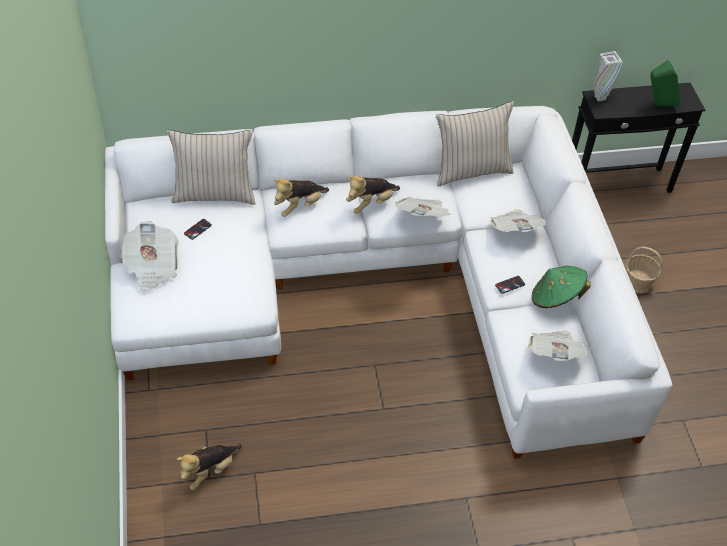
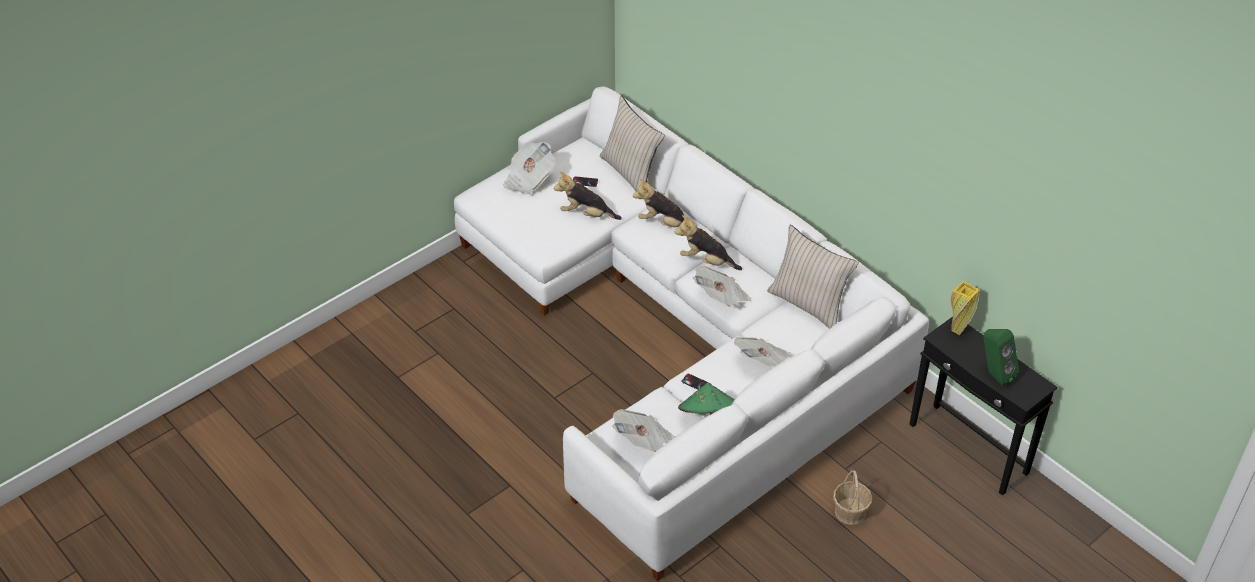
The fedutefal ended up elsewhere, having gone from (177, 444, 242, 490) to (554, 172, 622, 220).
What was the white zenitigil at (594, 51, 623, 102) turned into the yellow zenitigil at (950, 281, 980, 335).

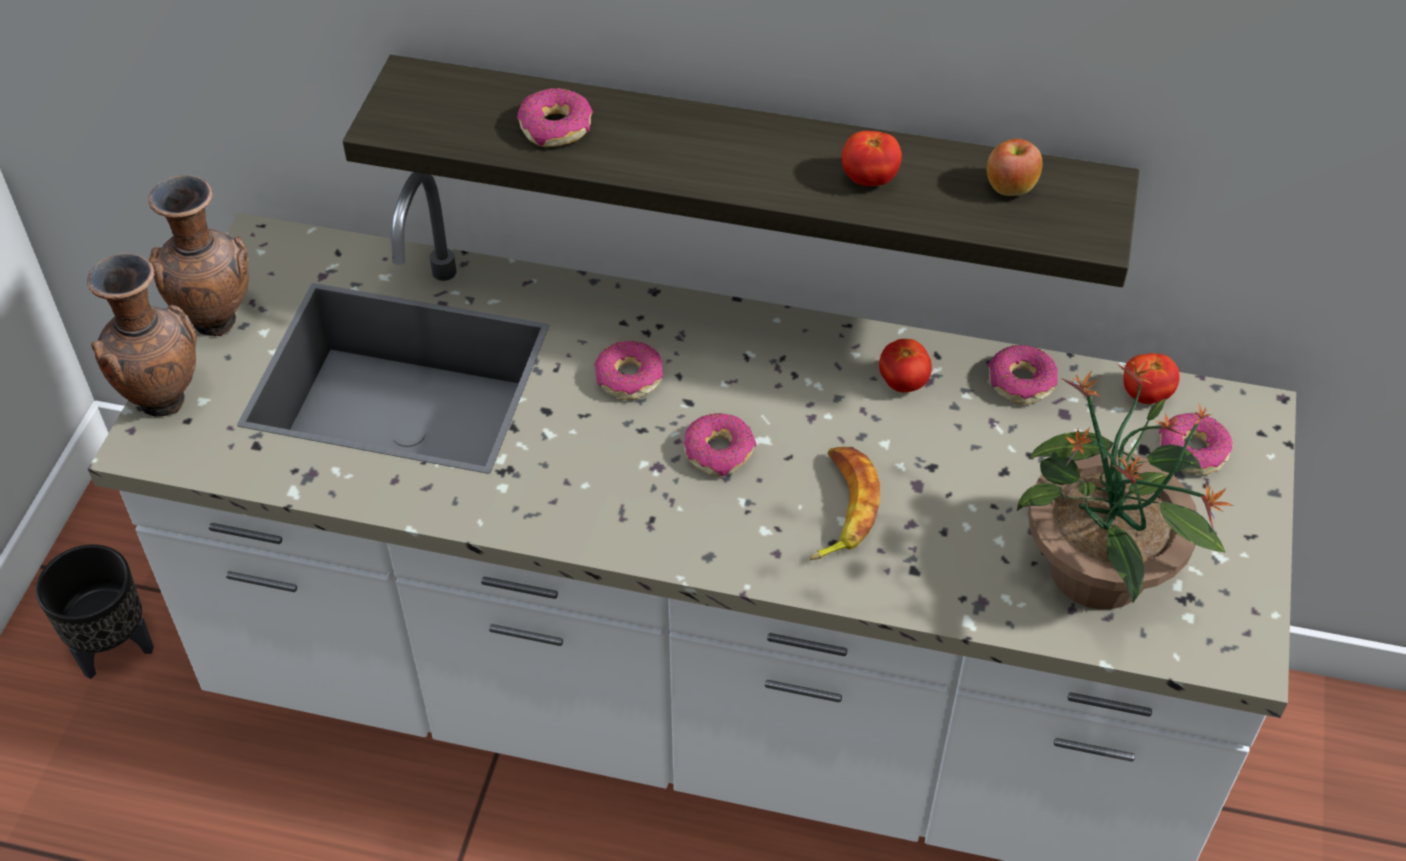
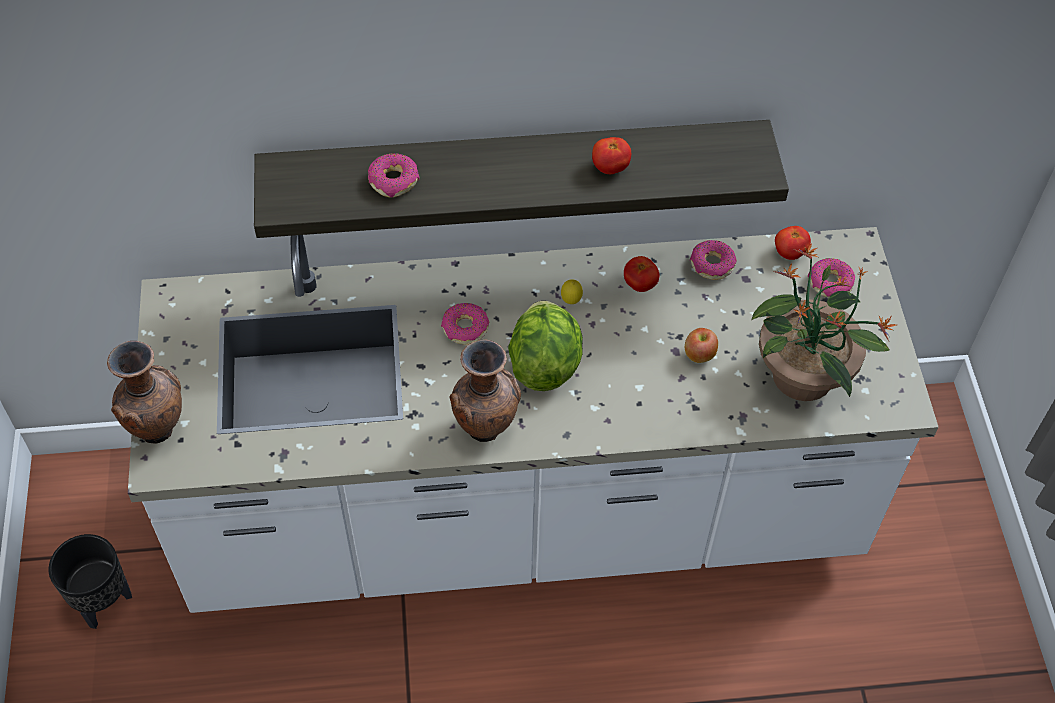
The brown zenitigil ended up elsewhere, having gone from (148, 175, 249, 336) to (450, 339, 521, 442).
Where the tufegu stood at (684, 413, 756, 476), the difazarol came to stand at (508, 301, 583, 391).
The second view lost the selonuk at (810, 447, 880, 560).
The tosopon ended up elsewhere, having gone from (987, 139, 1043, 196) to (685, 328, 718, 363).
The second view gained the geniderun at (561, 279, 583, 304).

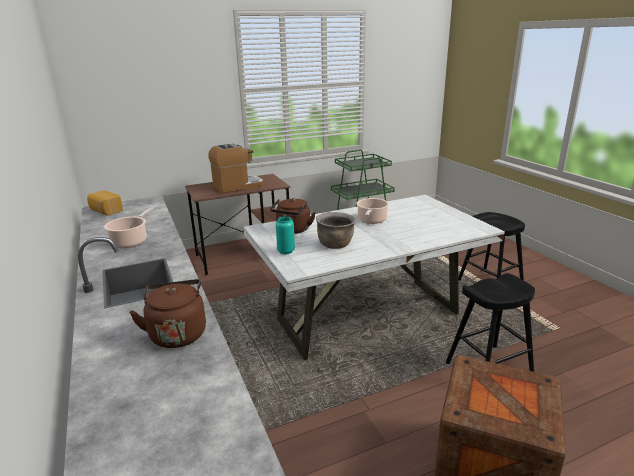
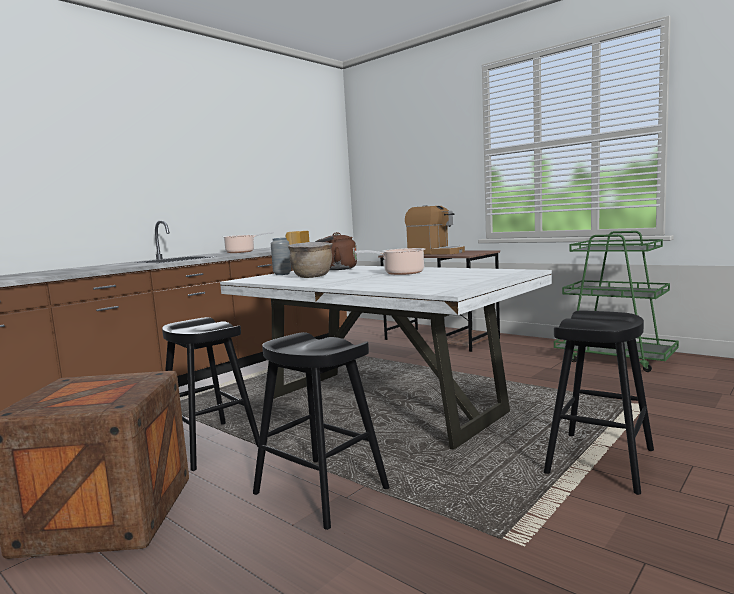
The second view lost the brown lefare at (129, 279, 206, 348).
What was the turquoise zenitigil at (276, 217, 295, 254) turned into the grey zenitigil at (271, 238, 291, 275).
The second view gained the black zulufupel at (162, 317, 260, 471).

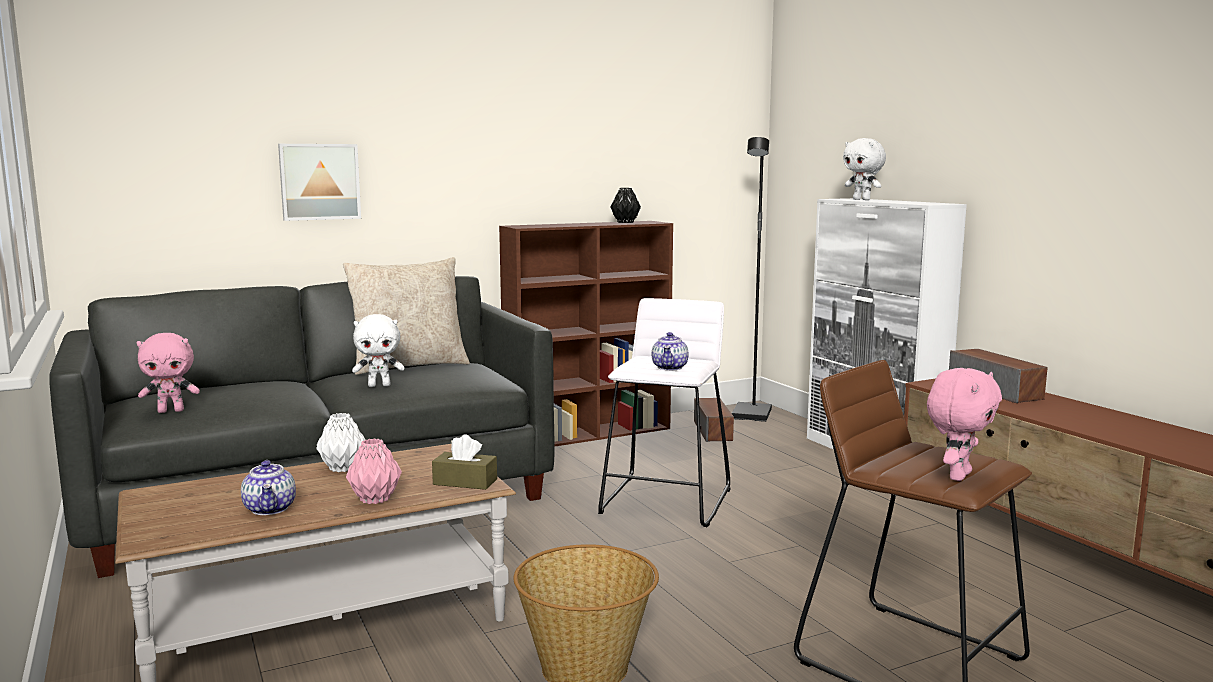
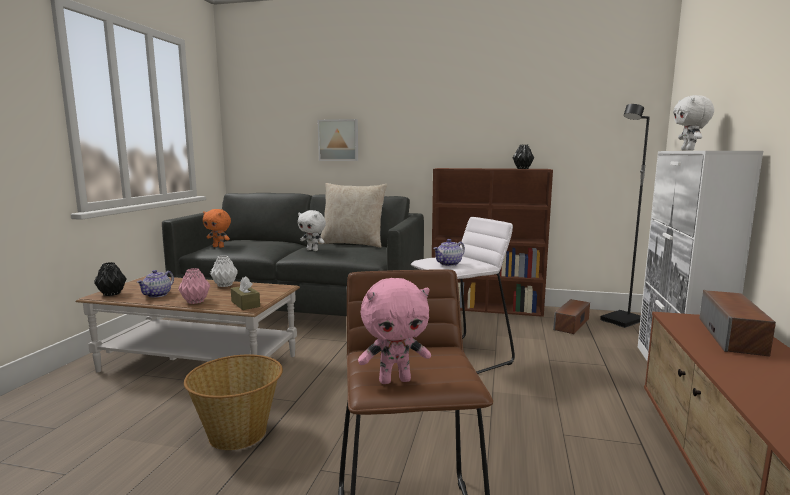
What was the pink fedutefal at (136, 333, 200, 413) turned into the orange fedutefal at (203, 209, 231, 248).
The second view gained the black zenitigil at (94, 262, 127, 296).

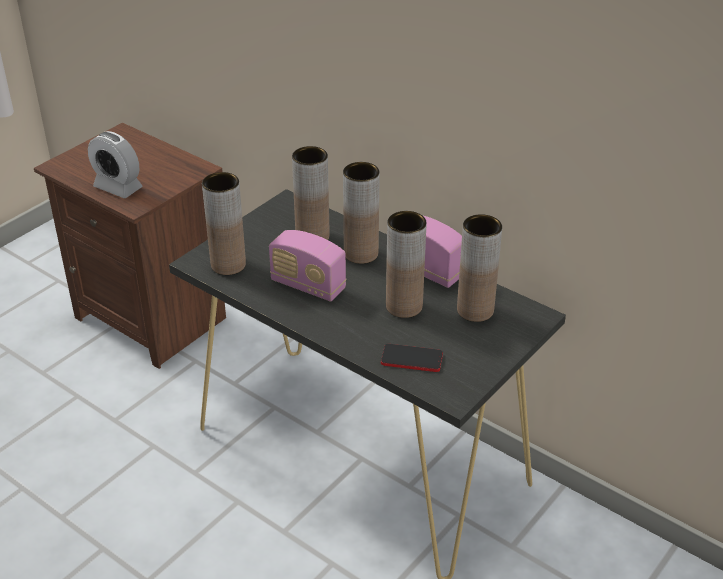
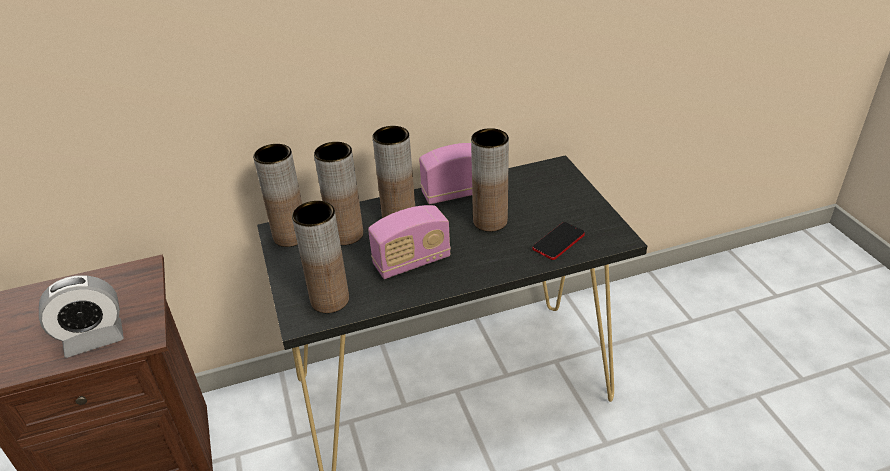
The brown zenitigil ended up elsewhere, having gone from (457, 214, 502, 322) to (253, 144, 302, 247).

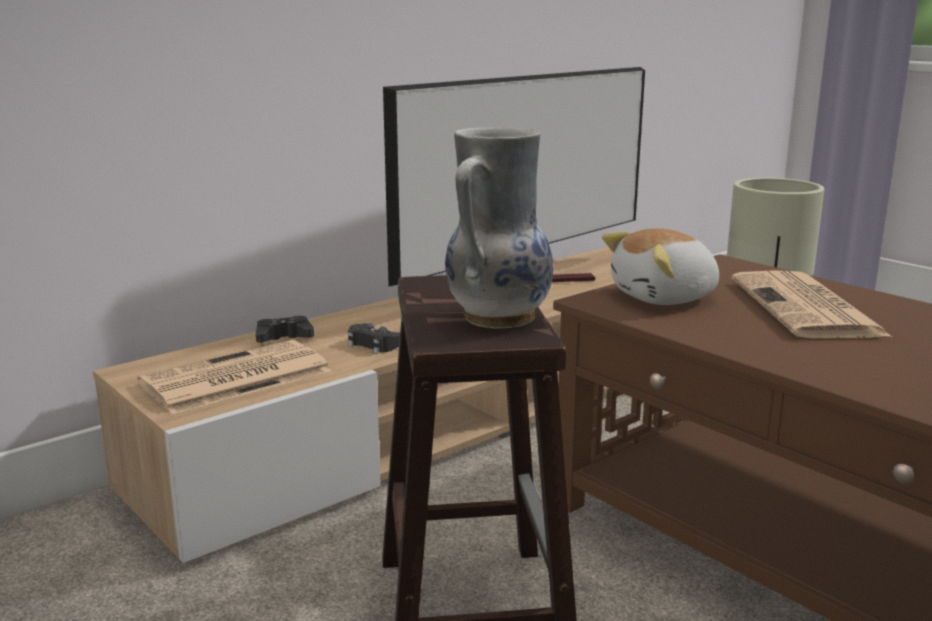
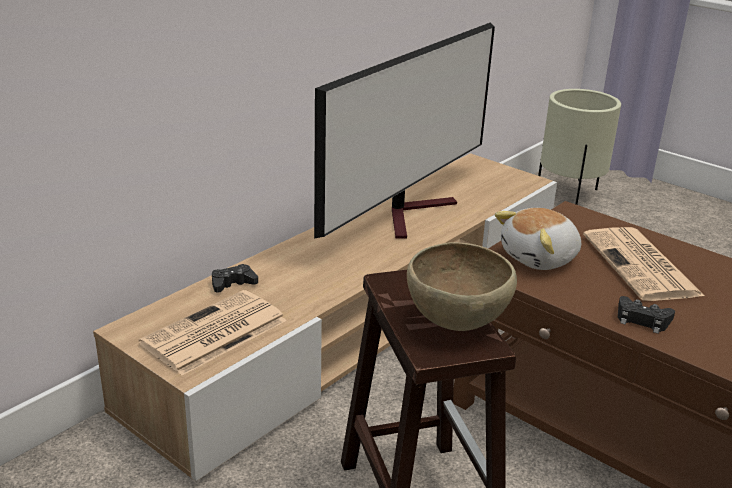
The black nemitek ended up elsewhere, having gone from (348, 323, 400, 354) to (618, 296, 675, 334).
Where the zenitigil stood at (445, 127, 553, 328), the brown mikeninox came to stand at (407, 242, 517, 331).

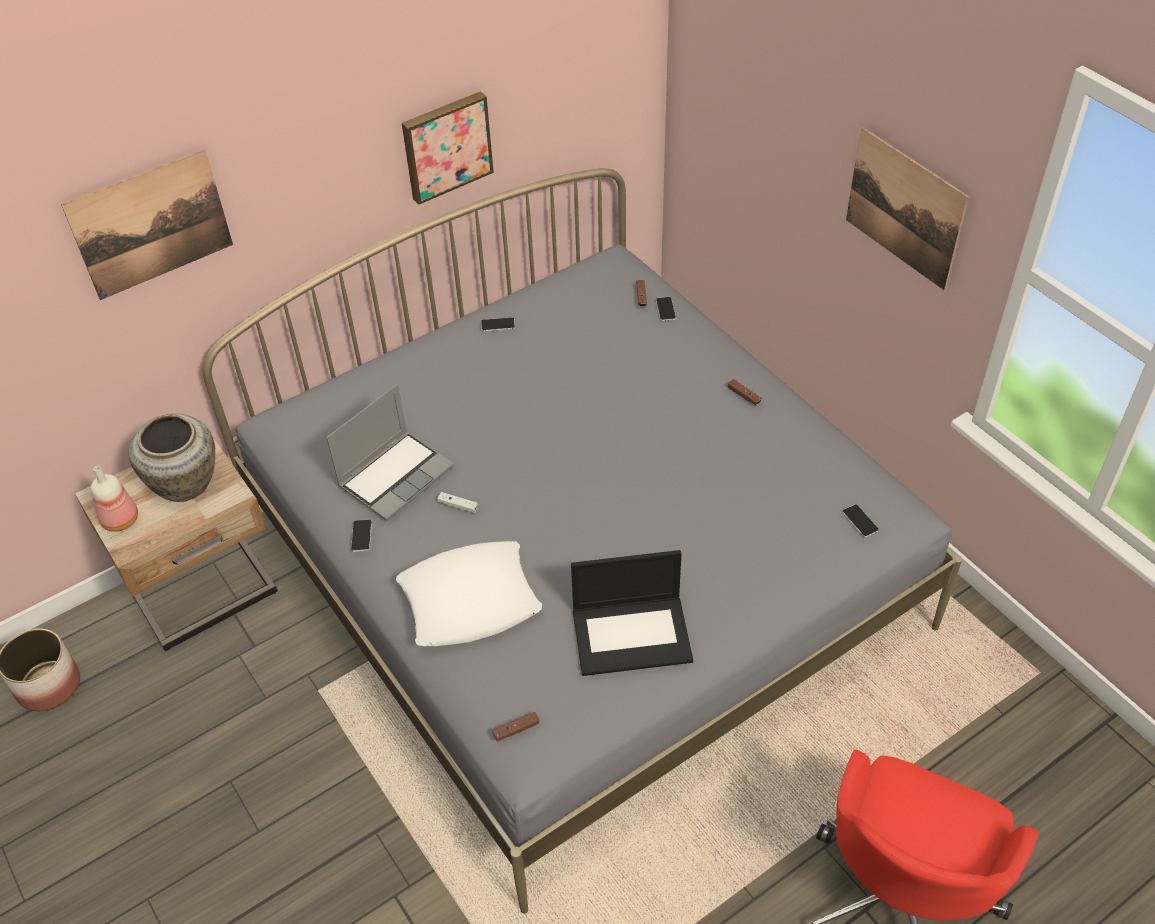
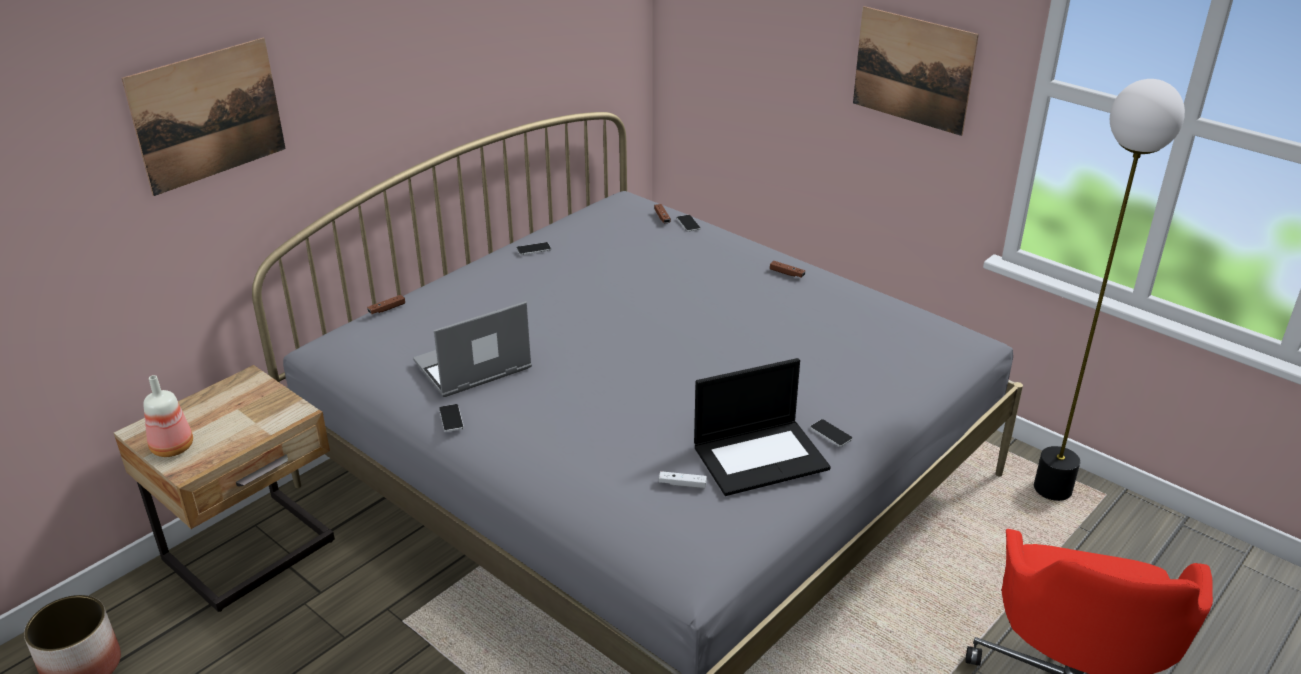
The second view lost the beige zenitigil at (129, 414, 215, 502).
The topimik at (326, 384, 454, 521) ended up facing another way, 150 degrees counterclockwise from before.
The second view lost the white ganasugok at (396, 541, 542, 646).
The second view lost the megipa at (402, 91, 494, 205).
The white nemitek ended up elsewhere, having gone from (437, 492, 478, 513) to (659, 471, 707, 489).
The brown nemitek ended up elsewhere, having gone from (493, 712, 539, 742) to (367, 295, 405, 314).
The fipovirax ended up elsewhere, having gone from (842, 504, 879, 537) to (810, 419, 852, 447).
The second view gained the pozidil at (1034, 79, 1185, 501).

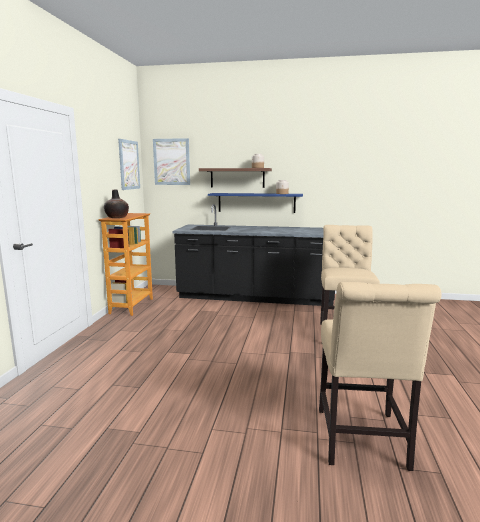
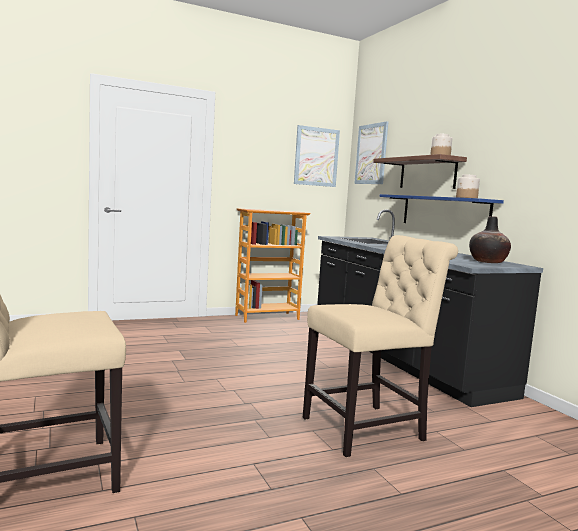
The zenitigil ended up elsewhere, having gone from (104, 190, 129, 218) to (469, 216, 511, 263).

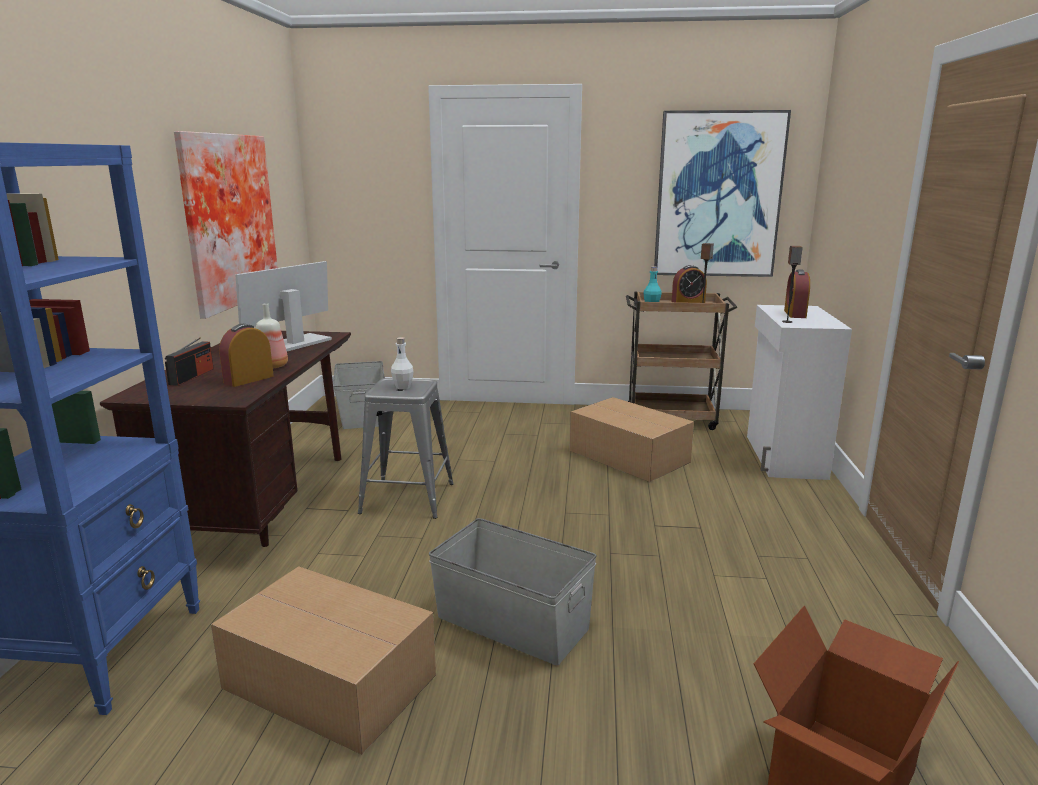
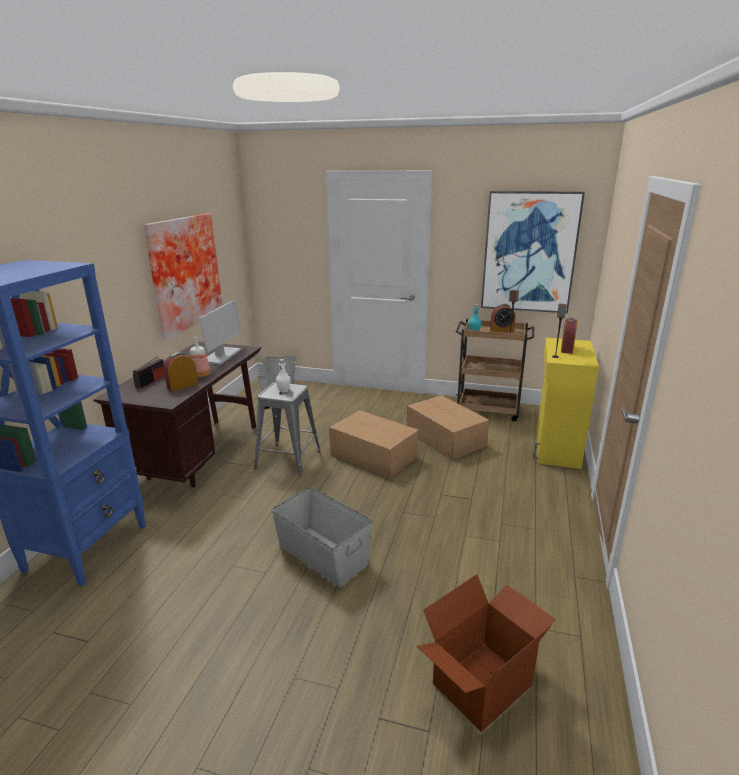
The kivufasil ended up elsewhere, having gone from (211, 566, 436, 755) to (329, 410, 419, 479).
The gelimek at (235, 261, 332, 351) ended up facing another way, 150 degrees clockwise from before.
What was the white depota at (747, 305, 852, 480) turned into the yellow depota at (533, 338, 599, 469).

